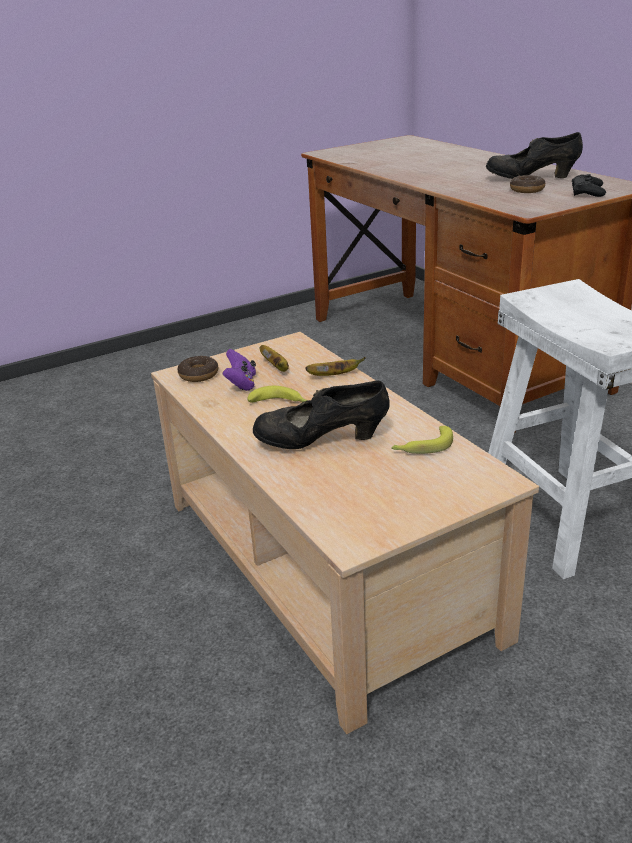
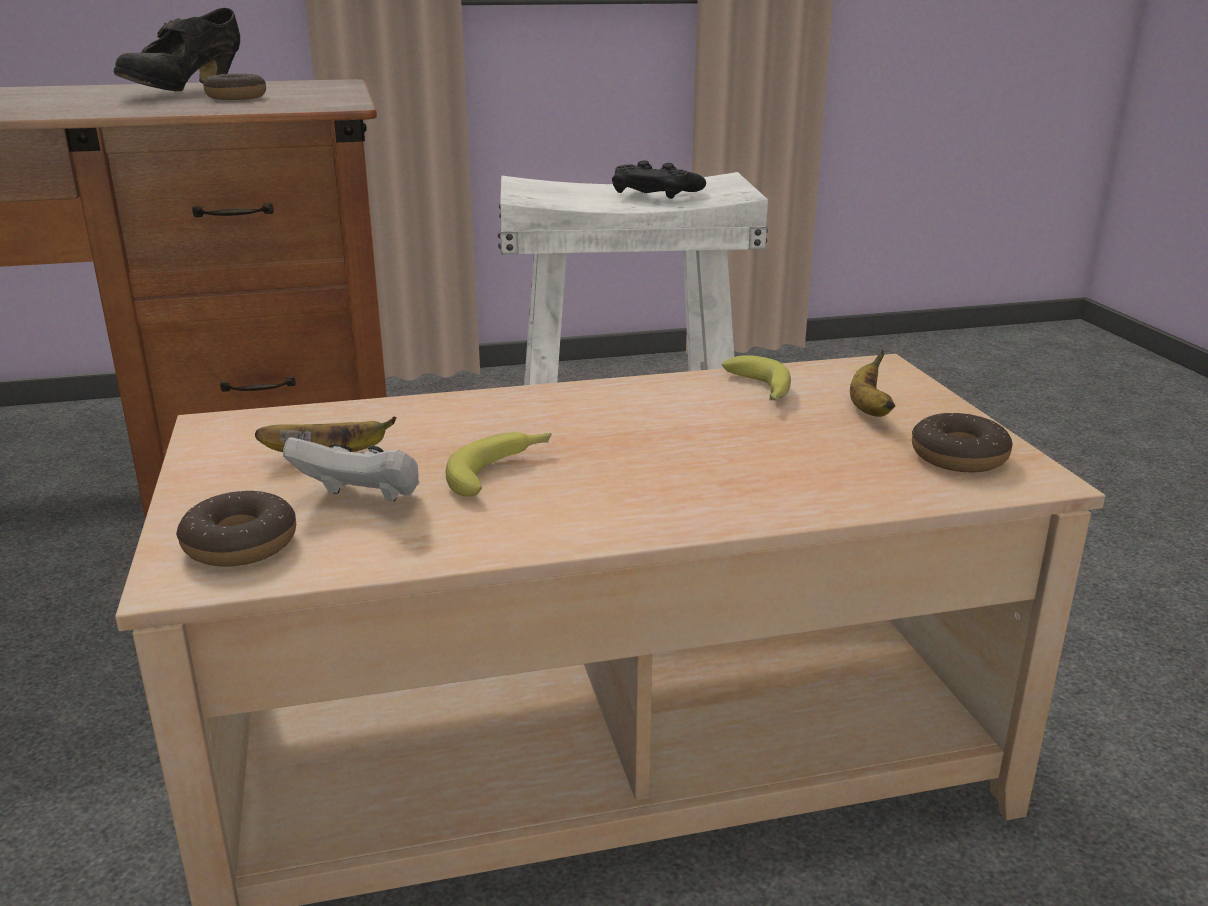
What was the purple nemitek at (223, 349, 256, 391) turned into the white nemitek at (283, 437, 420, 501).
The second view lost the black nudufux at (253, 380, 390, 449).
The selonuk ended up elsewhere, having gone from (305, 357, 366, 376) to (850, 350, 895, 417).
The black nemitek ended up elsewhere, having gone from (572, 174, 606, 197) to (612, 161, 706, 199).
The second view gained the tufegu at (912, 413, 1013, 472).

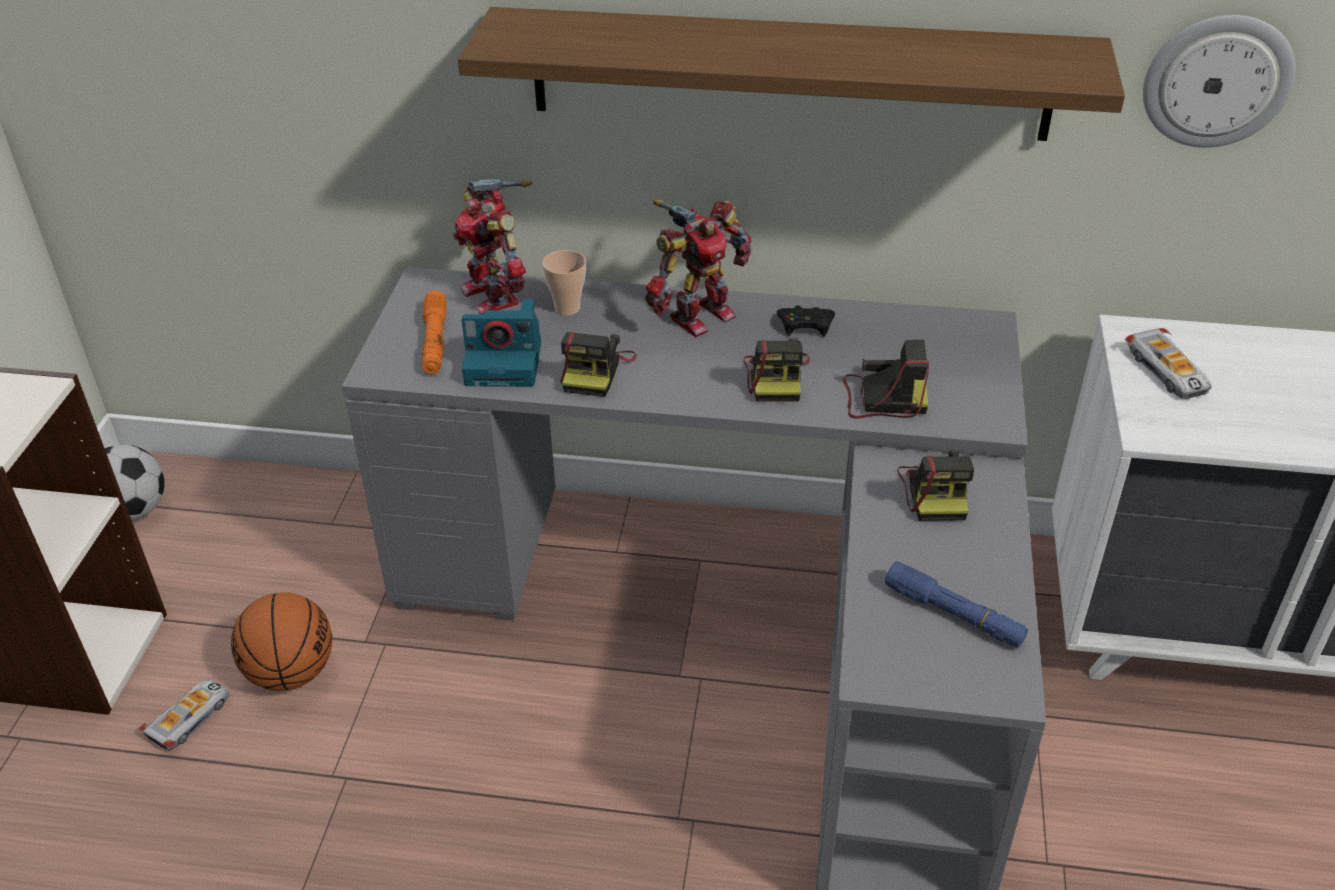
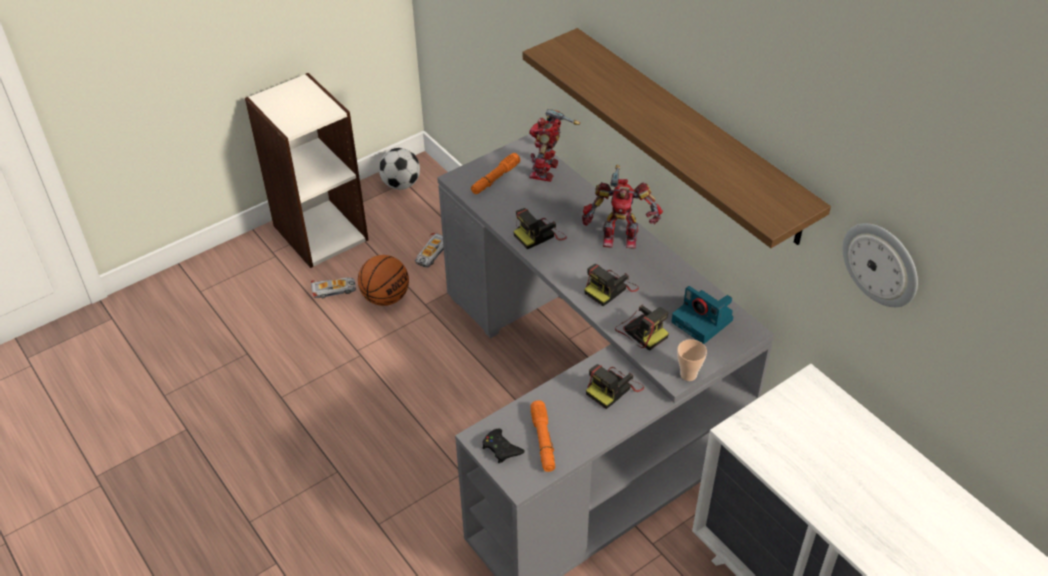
The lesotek ended up elsewhere, having gone from (462, 299, 541, 387) to (671, 286, 733, 344).
The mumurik ended up elsewhere, having gone from (542, 250, 586, 316) to (677, 339, 707, 381).
The black nemitek ended up elsewhere, having gone from (777, 306, 835, 337) to (482, 428, 525, 463).
What was the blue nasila at (885, 561, 1028, 648) turned into the orange nasila at (530, 400, 555, 472).
The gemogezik ended up elsewhere, having gone from (1125, 328, 1212, 399) to (415, 233, 444, 268).

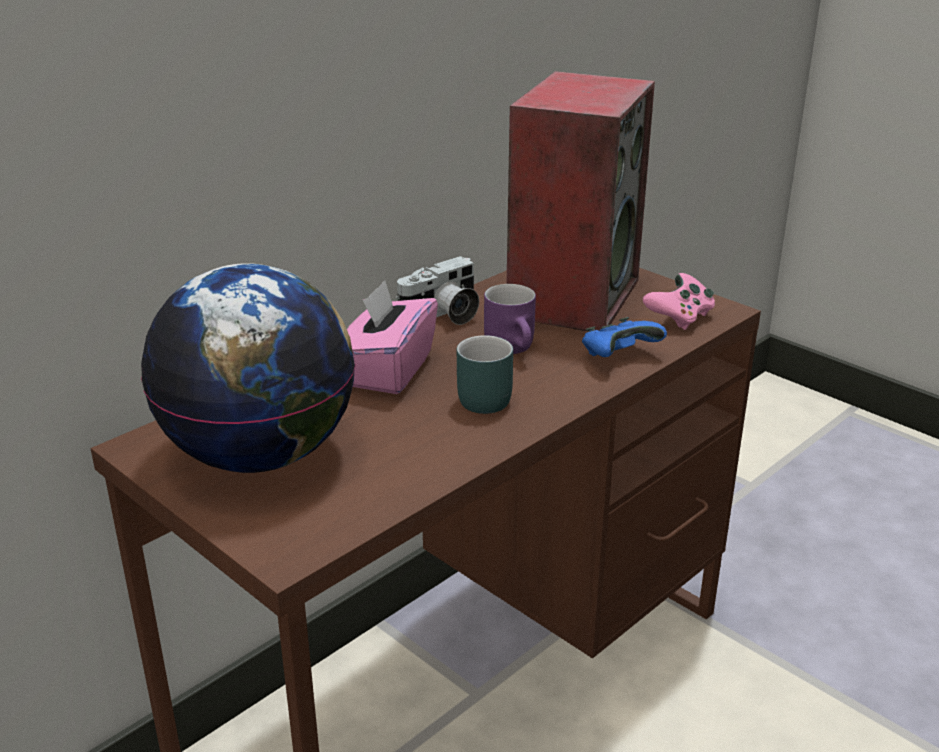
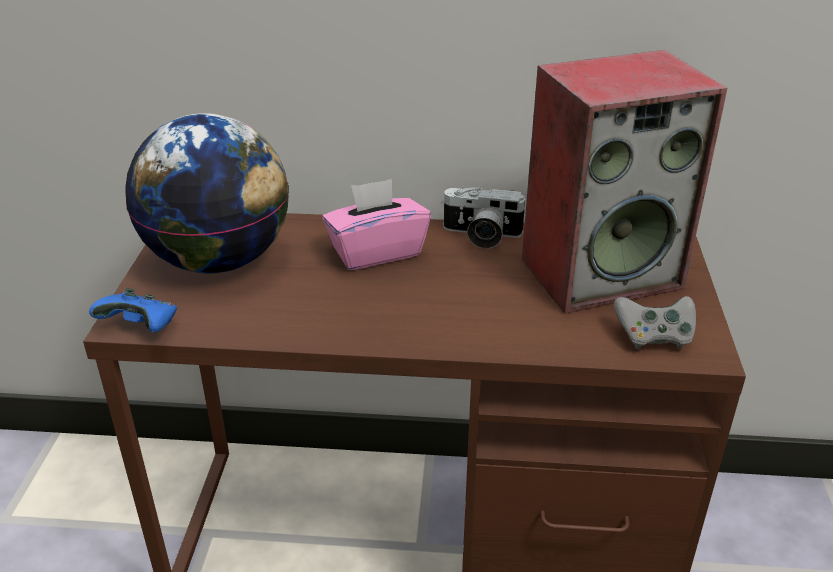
The second view lost the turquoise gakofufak at (457, 335, 513, 414).
The second view lost the purple gakofufak at (484, 284, 536, 354).
The blue nemitek ended up elsewhere, having gone from (582, 317, 667, 357) to (89, 288, 177, 332).
What was the pink nemitek at (643, 273, 715, 330) turned into the grey nemitek at (614, 296, 696, 349).

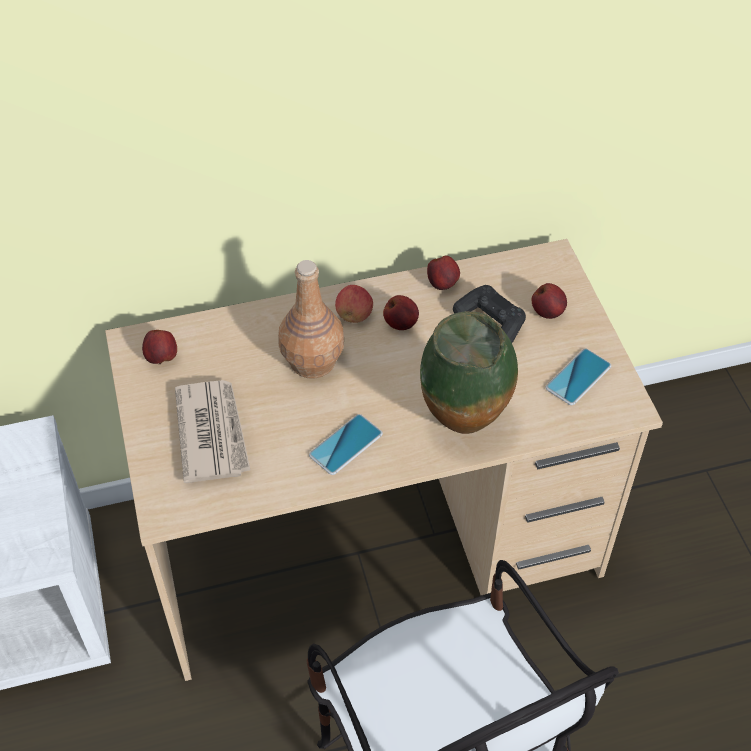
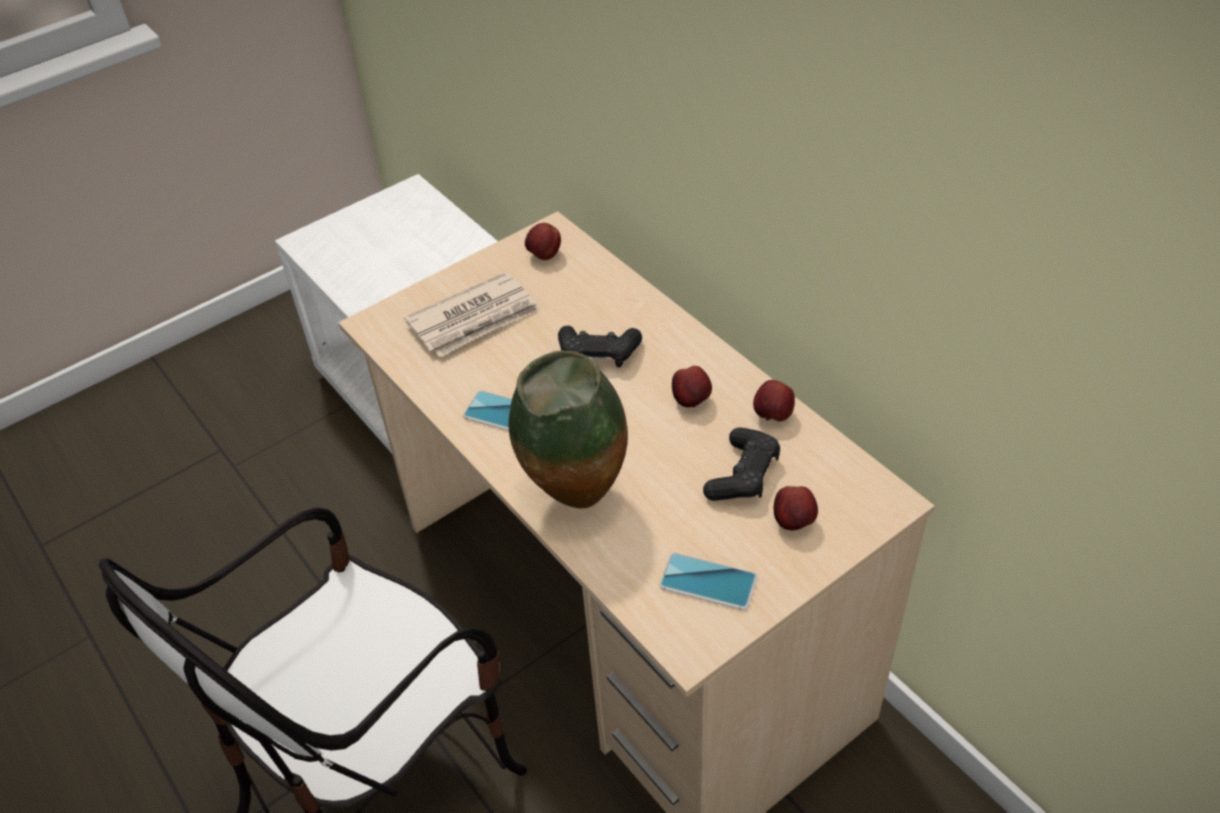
Where the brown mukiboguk stood at (278, 260, 344, 379), the black nemitek came to stand at (558, 325, 642, 368).
The second view lost the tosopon at (335, 285, 373, 323).

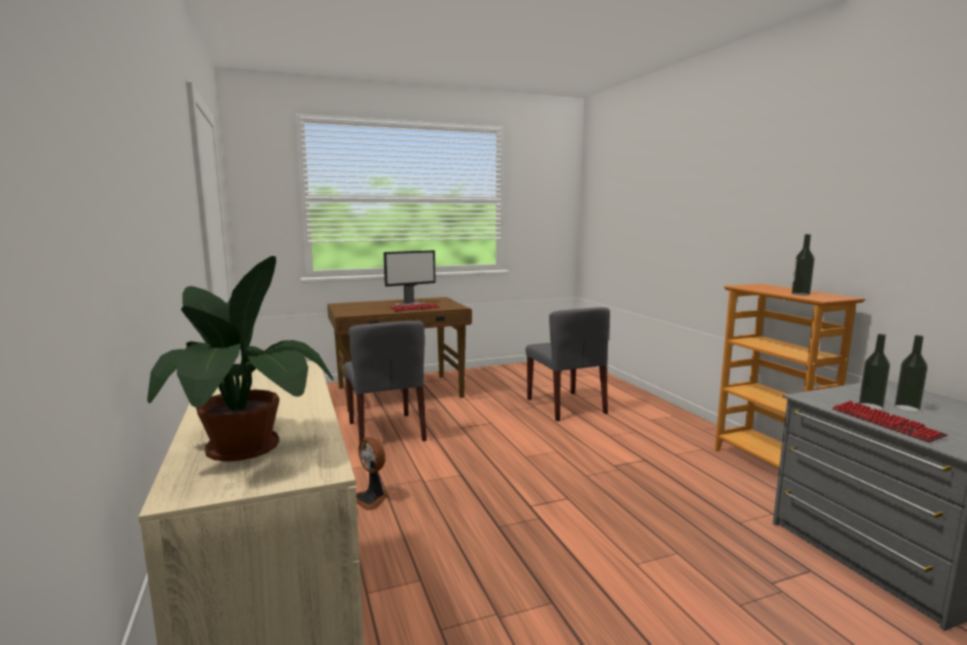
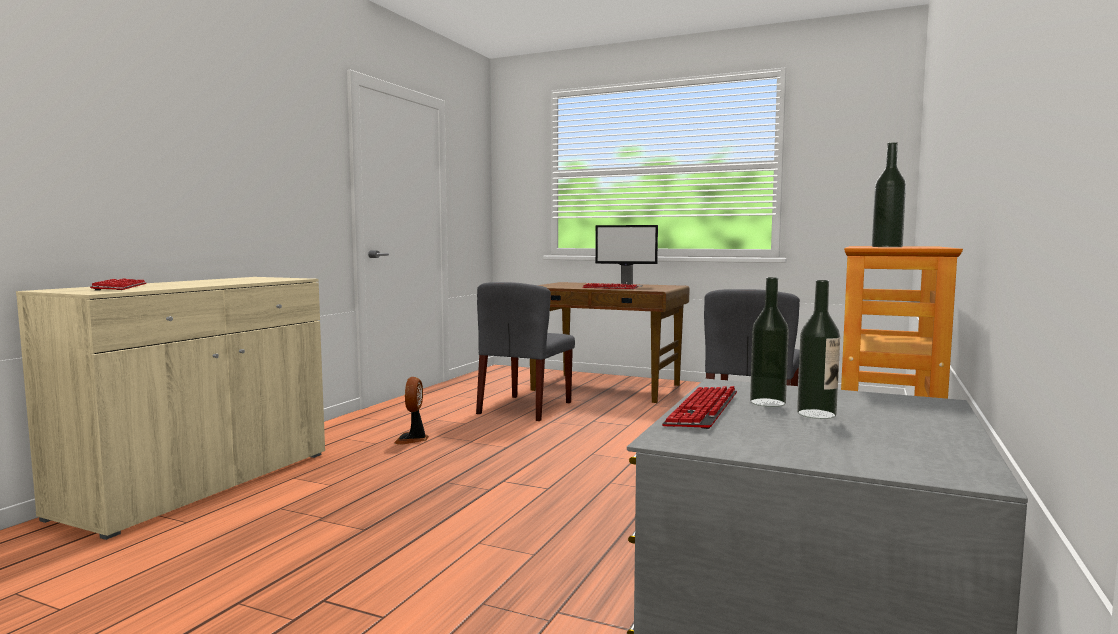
Where the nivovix stood at (147, 256, 333, 462), the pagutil came to stand at (90, 278, 146, 291).

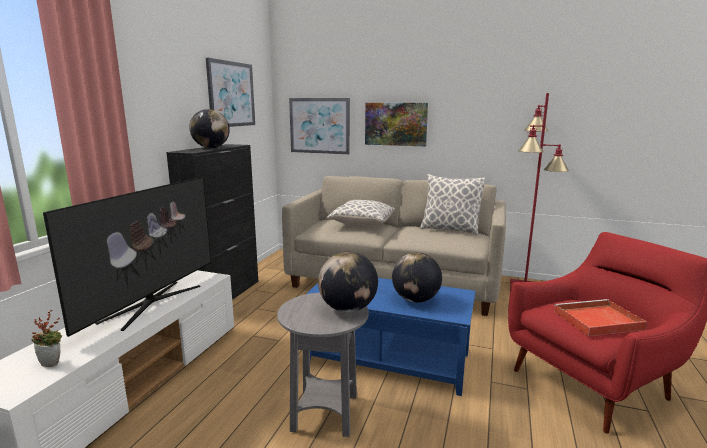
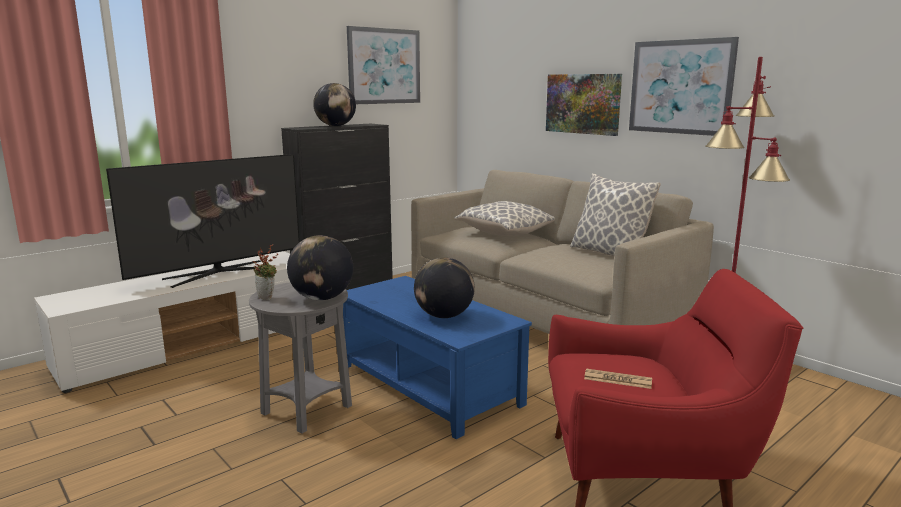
The nivovix ended up elsewhere, having gone from (31, 310, 62, 367) to (253, 244, 279, 300).
The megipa ended up elsewhere, having gone from (289, 98, 350, 154) to (629, 37, 739, 136).
Where the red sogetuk stood at (554, 299, 647, 336), the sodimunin came to stand at (584, 369, 652, 389).

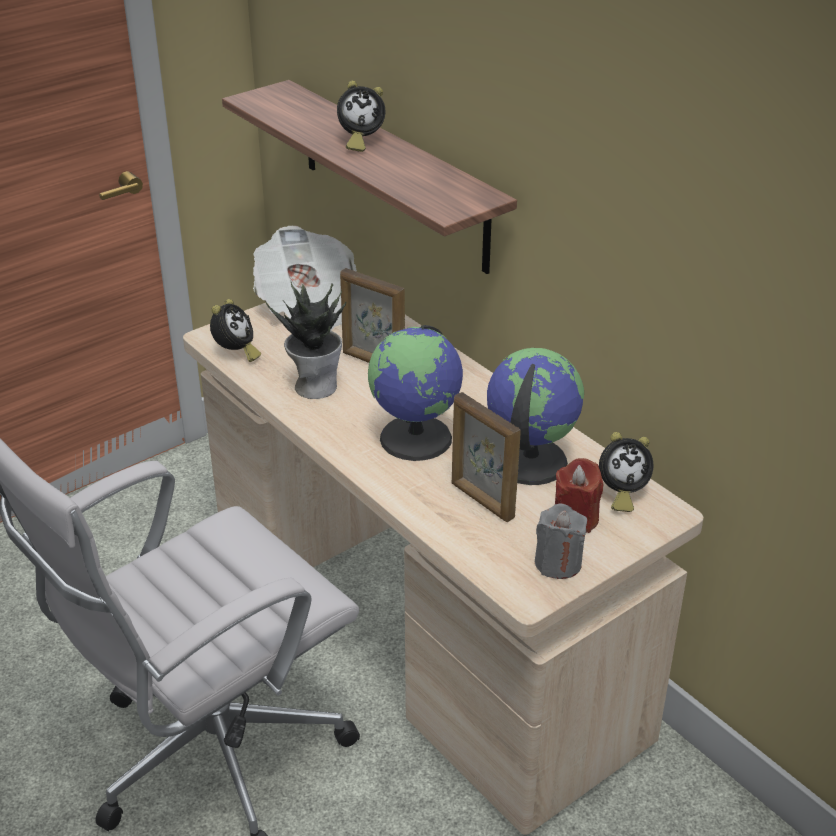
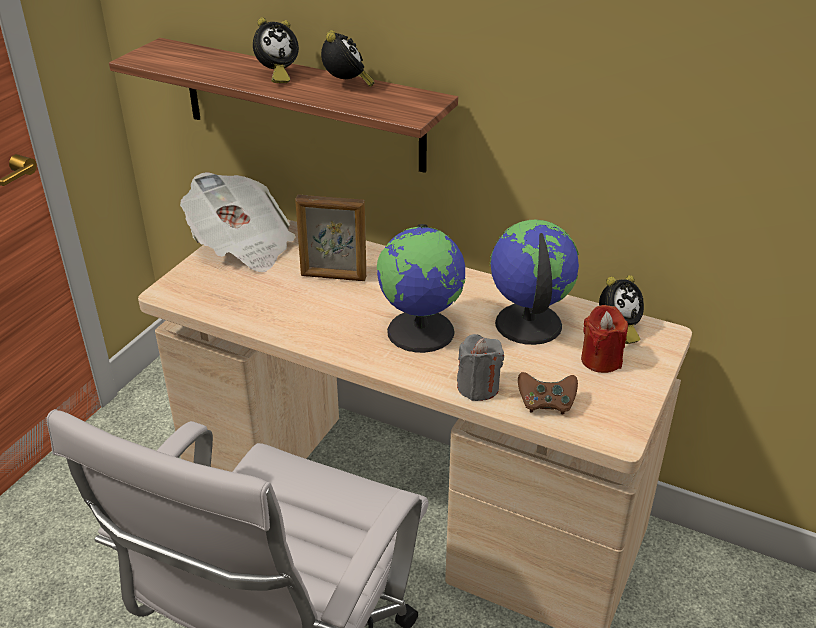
The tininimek ended up elsewhere, having gone from (210, 299, 261, 362) to (321, 30, 375, 87).
The second view lost the nivovix at (265, 282, 346, 399).
The second view lost the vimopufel at (452, 392, 521, 522).
The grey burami ended up elsewhere, having gone from (535, 504, 587, 579) to (457, 334, 504, 401).
The second view gained the brown nemitek at (518, 372, 578, 415).

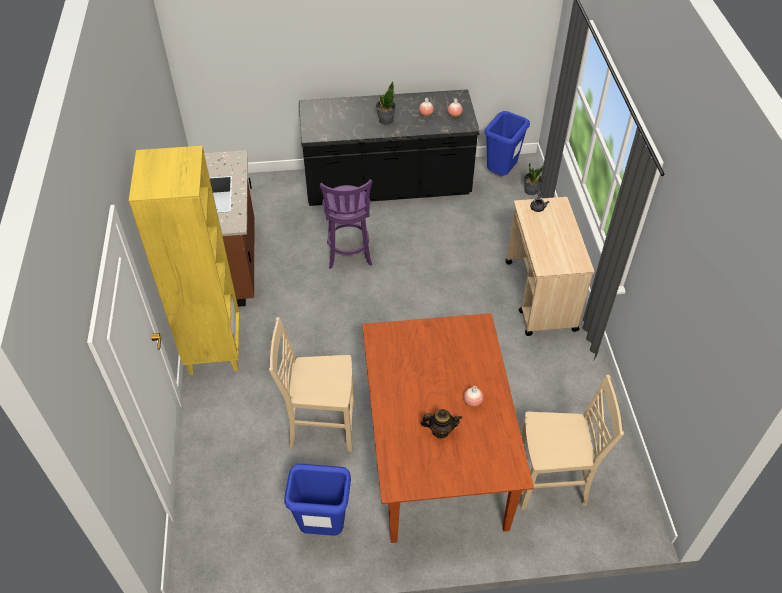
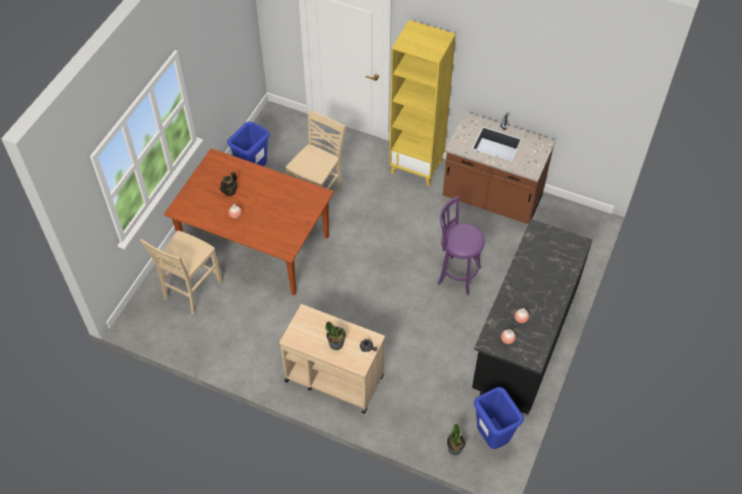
The nivovix ended up elsewhere, having gone from (376, 82, 396, 125) to (325, 322, 346, 350).

